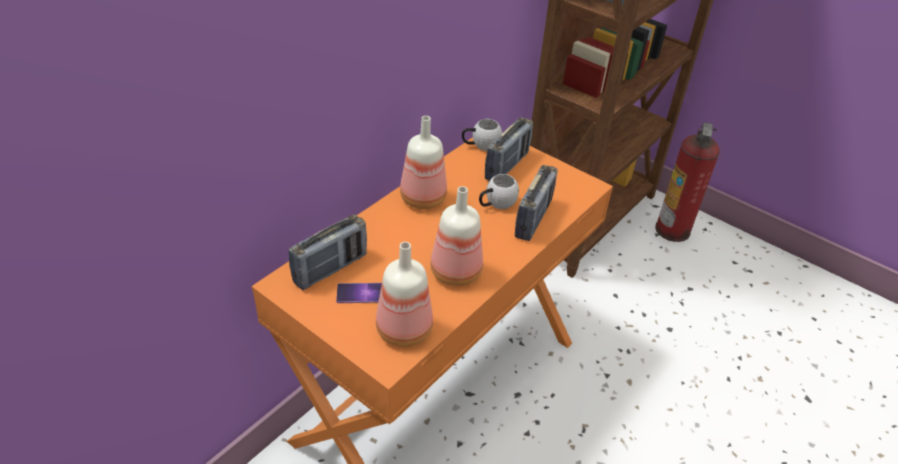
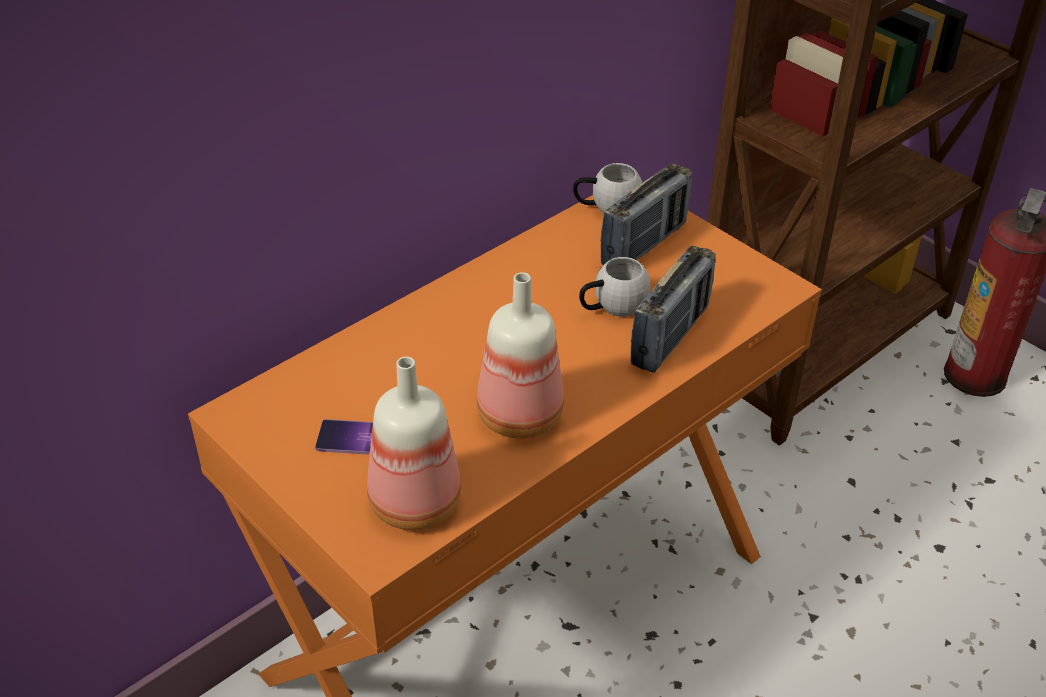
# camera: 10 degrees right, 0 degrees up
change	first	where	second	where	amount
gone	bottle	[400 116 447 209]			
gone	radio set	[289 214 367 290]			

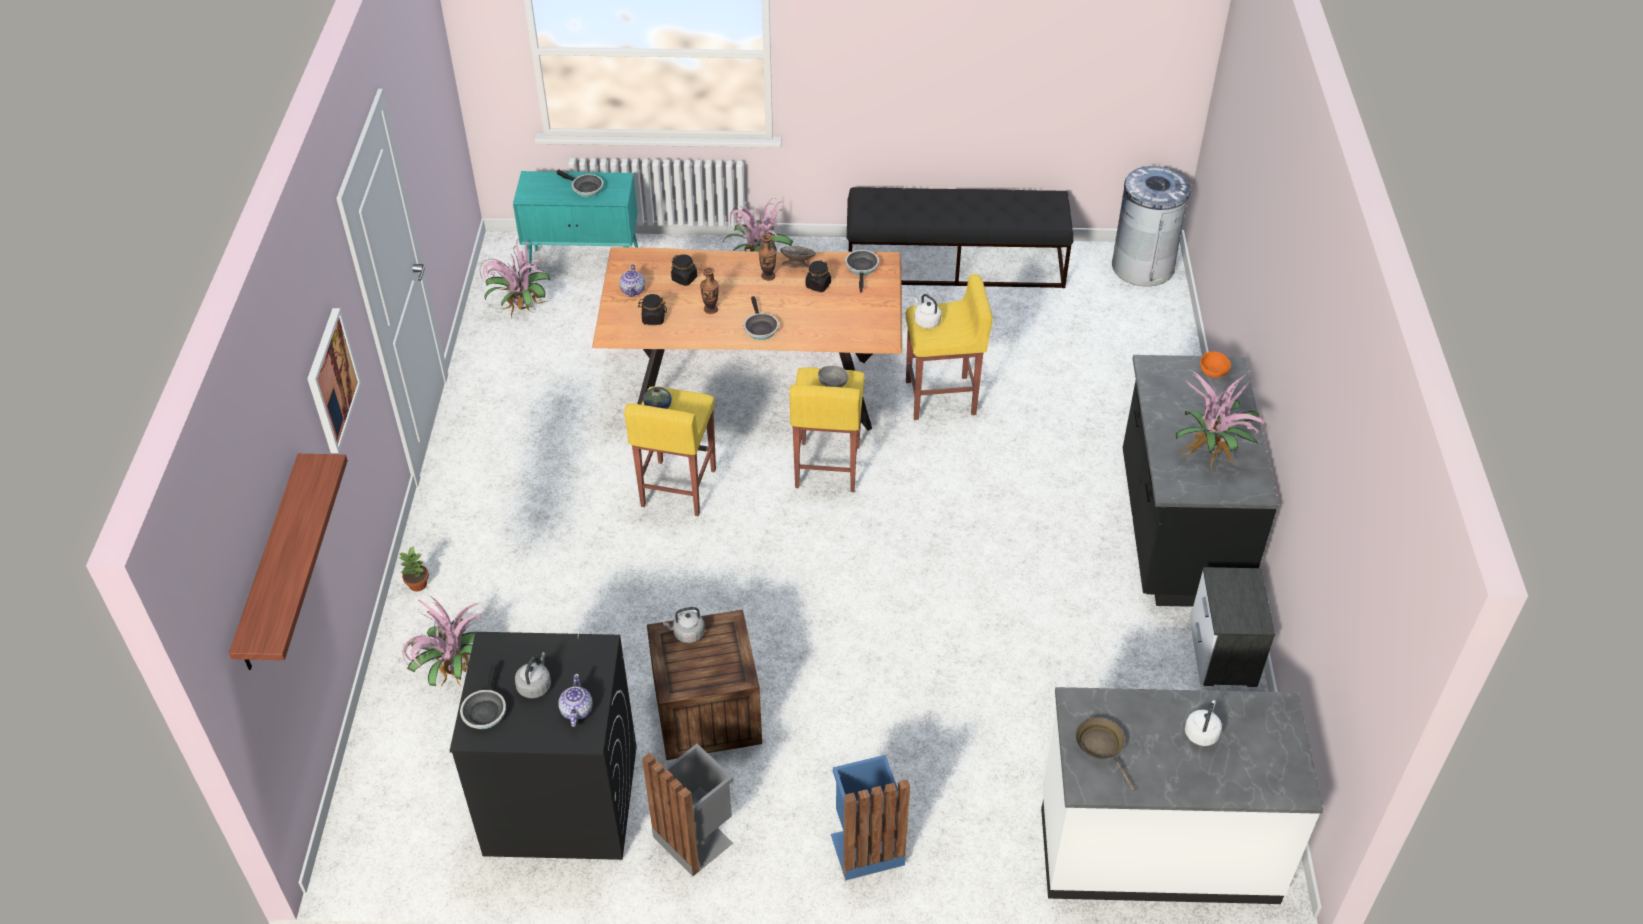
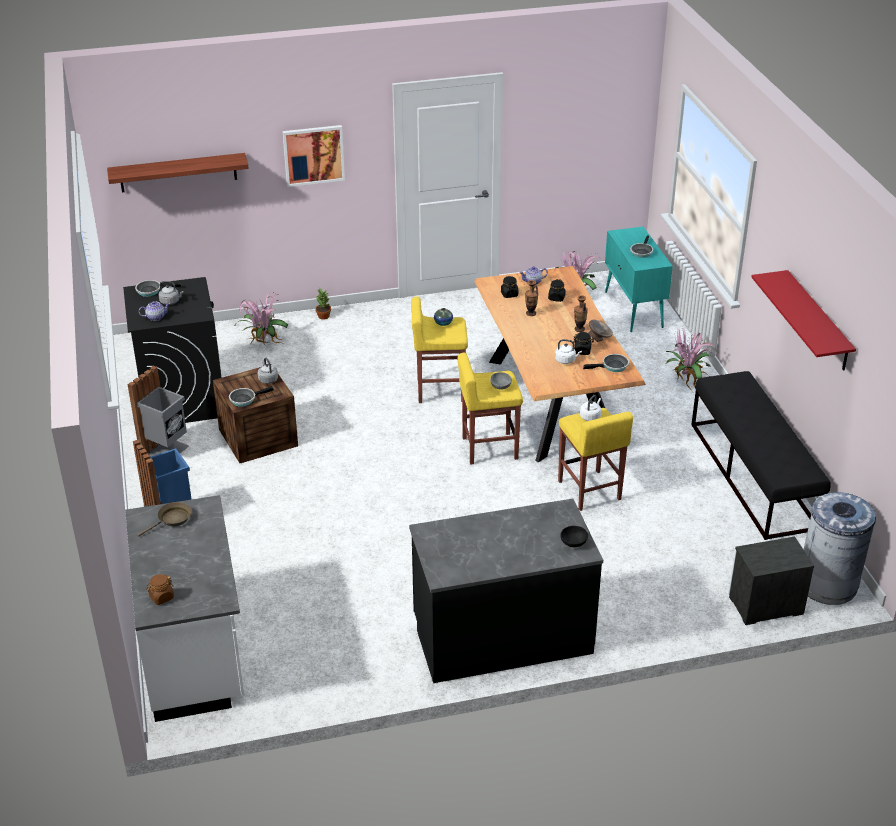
# camera: 75 degrees right, 10 degrees down
change	first	where	second	where	amount
shifted	pan	[744 296 779 340]		[229 386 274 407]	
repainted	serving bowl (orange-coloured)	[1200 352 1231 378]	serving bowl (black-coloured)	[561 526 588 547]	
gone	potted plant	[1176 367 1267 472]			
shifted	night table	[1190 567 1275 687]		[728 537 814 625]	
shifted	kettle (whitish)	[1185 700 1222 746]		[555 339 582 364]	
new			shelf (reddish)	[751 270 856 371]	
new			storage jar (brown)	[146 574 174 605]	

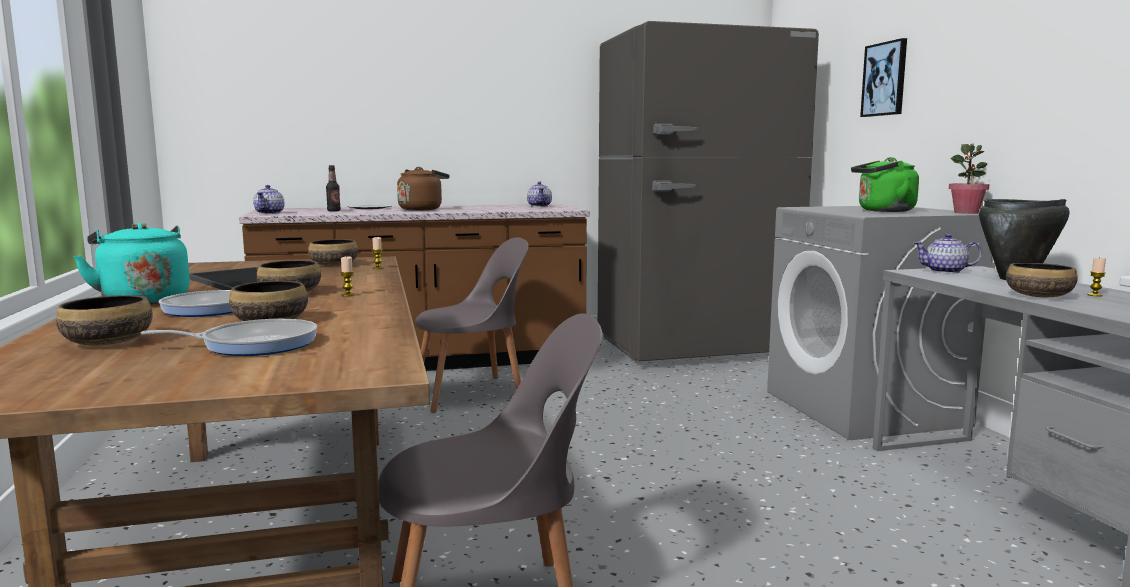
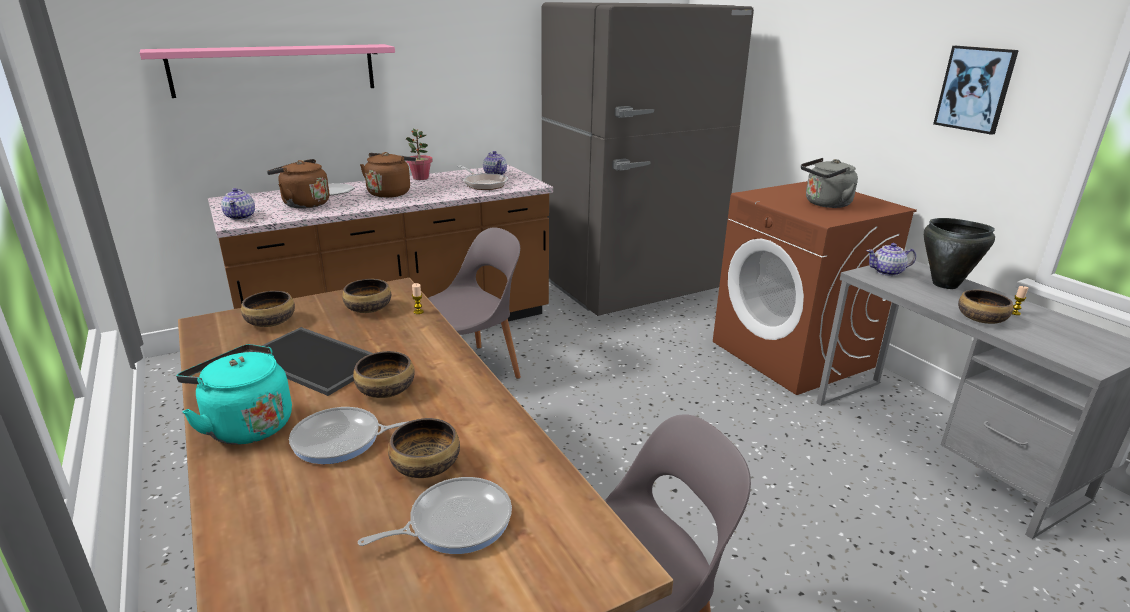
# camera: 15 degrees left, 15 degrees up
change	first	where	second	where	amount
shifted	wall picture	[860 38 907 117]		[933 46 1019 135]	
shifted	potted plant	[949 143 989 214]		[406 129 433 180]	
repainted	kettle (green)	[851 157 919 212]	kettle (grey)	[801 158 858 208]	
swapped	bottle	[326 165 341 212]	kettle (brown)	[267 159 329 209]	
repainted	washing machine (grey)	[767 206 992 440]	washing machine (brown)	[713 181 917 395]	
gone	wax light	[340 256 355 297]			
shifted	serving bowl	[56 295 153 345]		[241 291 295 327]	
new			shelf (pink-coloured)	[140 44 395 98]	
new			pan	[457 165 508 190]	

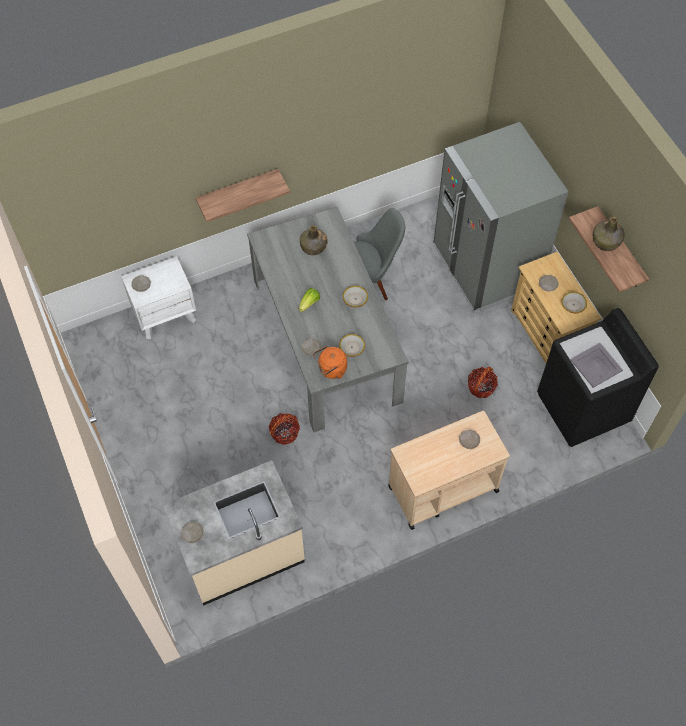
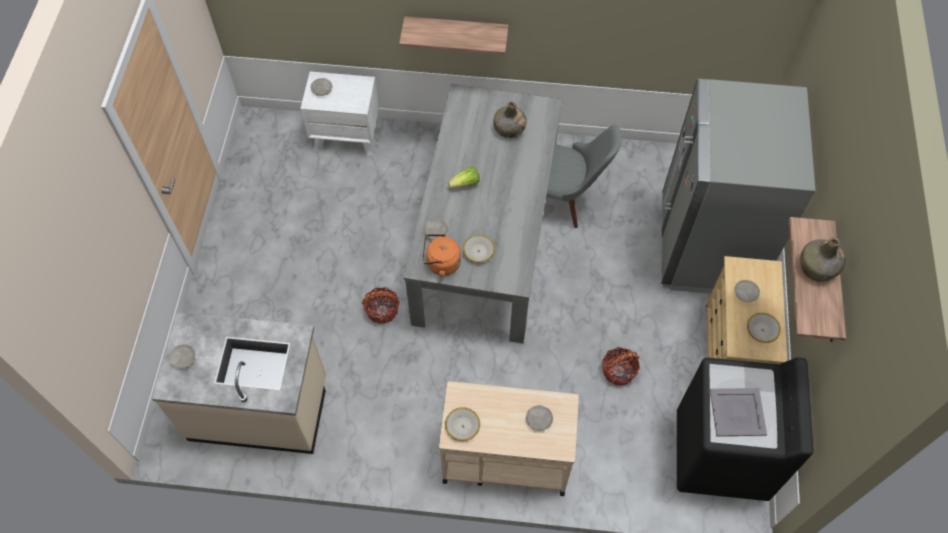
# camera: 30 degrees right, 0 degrees up
change	first	where	second	where	amount
shifted	serving bowl	[343 286 368 307]		[445 407 480 441]	

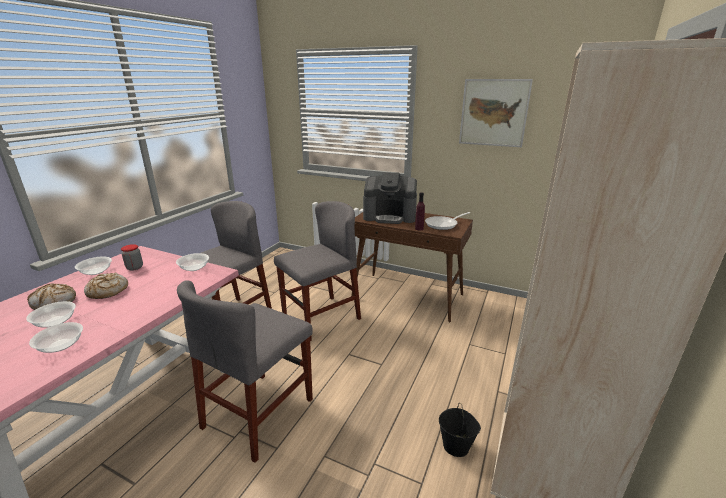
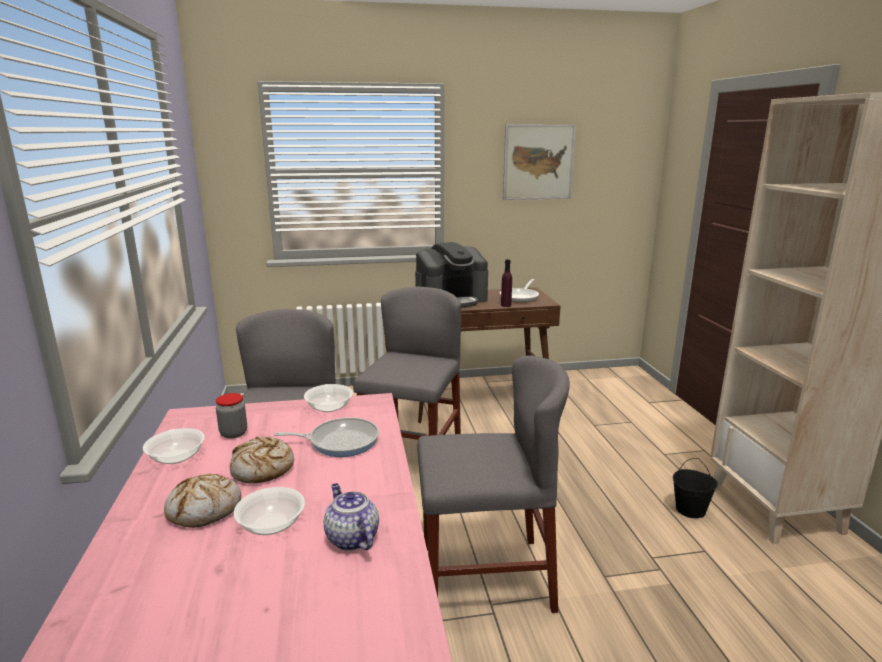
# camera: 35 degrees left, 5 degrees down
change	first	where	second	where	amount
rotated	upright chair (grey)	[177 280 313 463]		[417 355 570 613]	90 degrees counterclockwise
swapped	serving bowl	[29 322 83 353]	pot for tea	[324 483 379 551]	
new			pan	[274 417 379 457]	

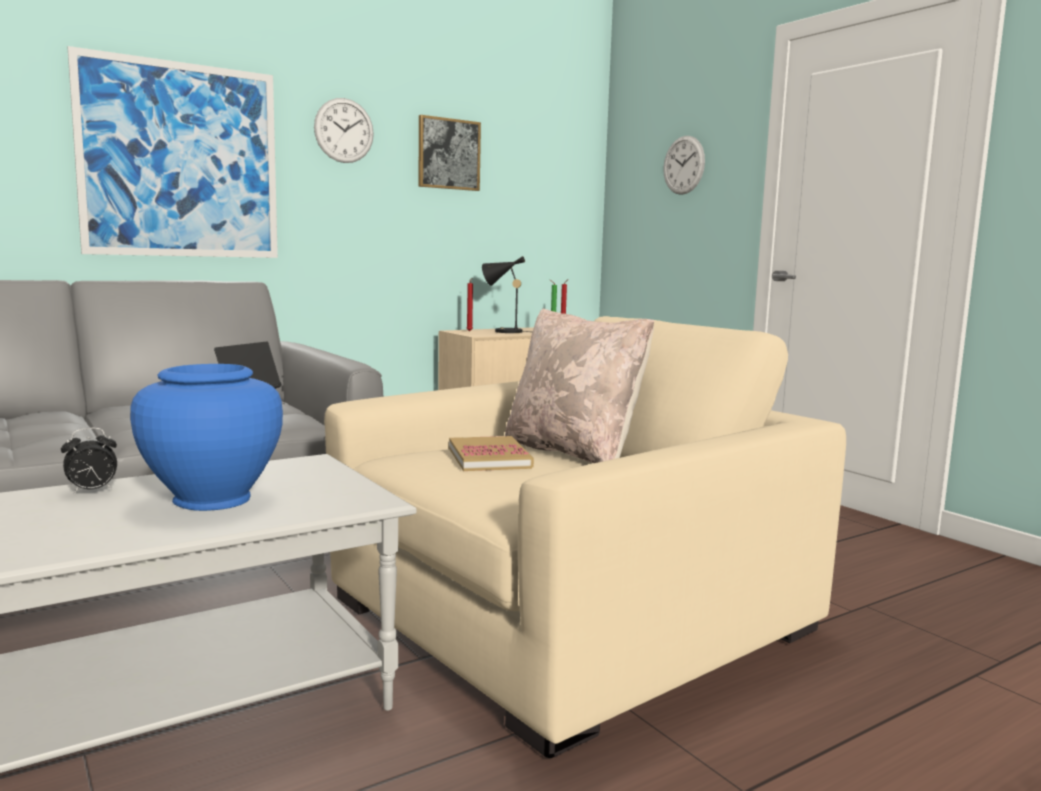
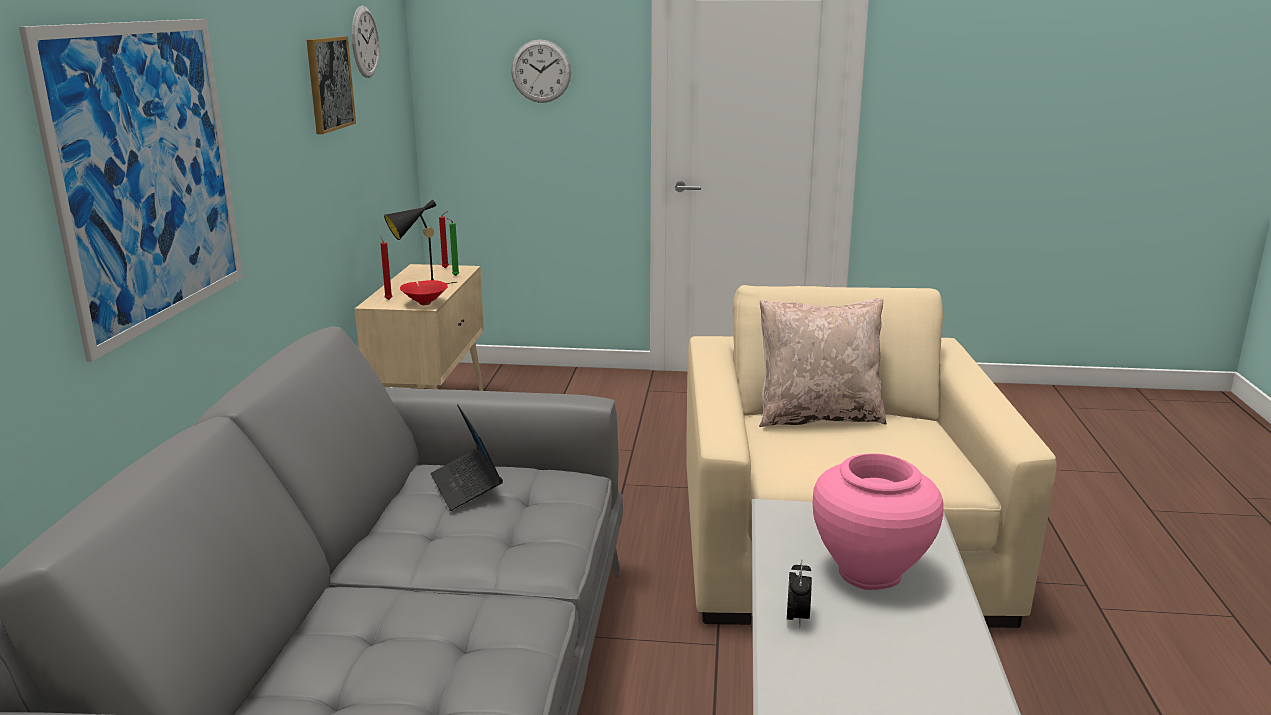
# camera: 50 degrees left, 10 degrees up
change	first	where	second	where	amount
shifted	wall clock	[314 98 374 163]		[352 6 379 78]	
repainted	flower vase (blue)	[130 364 283 511]	flower vase (pink-coloured)	[813 454 944 590]	
gone	bound book	[449 436 534 471]			
new			serving bowl (reddish)	[400 280 448 305]	

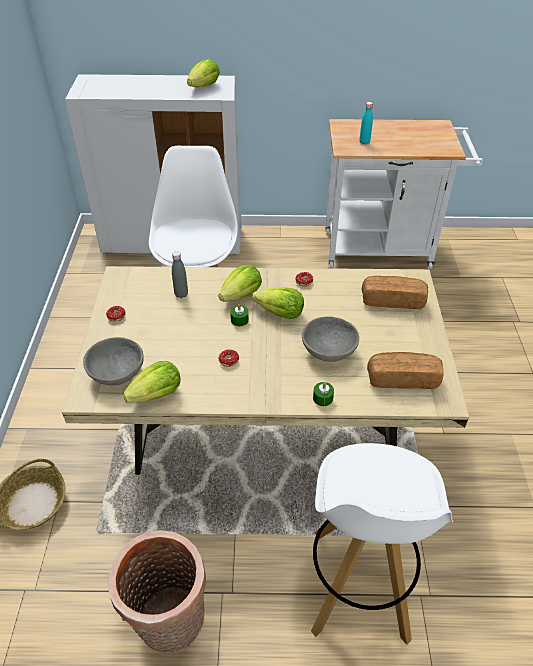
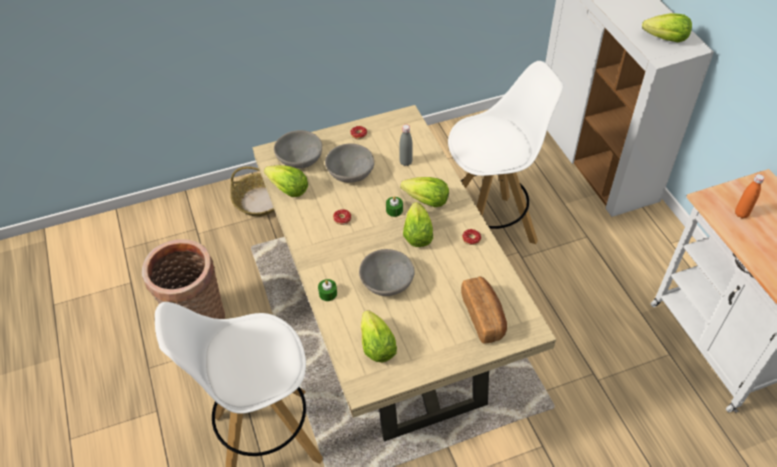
# camera: 70 degrees right, 5 degrees up
change	first	where	second	where	amount
repainted	bottle (blue-green)	[360 102 373 144]	bottle (orange-coloured)	[735 174 764 218]	
swapped	bakery bread	[367 352 443 389]	head of lettuce	[361 310 397 362]	
new			serving bowl (grey)	[325 143 374 183]	

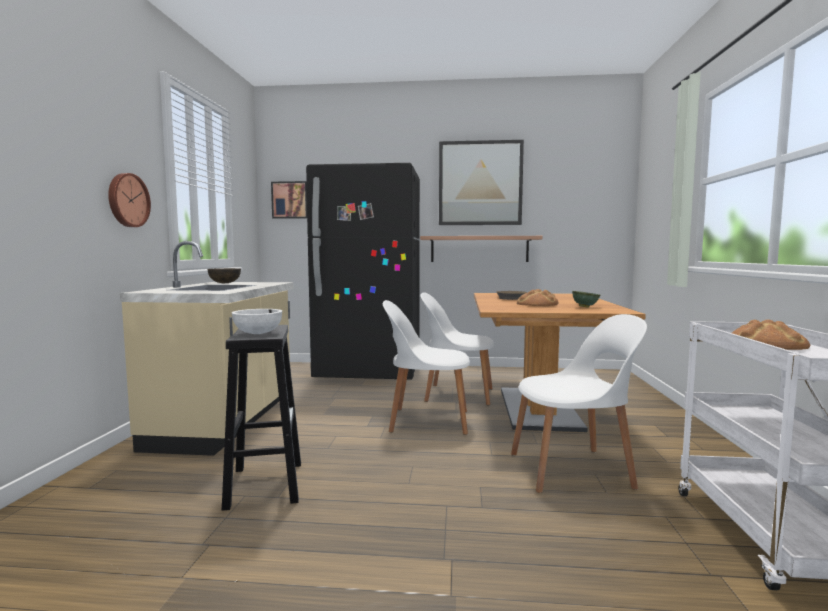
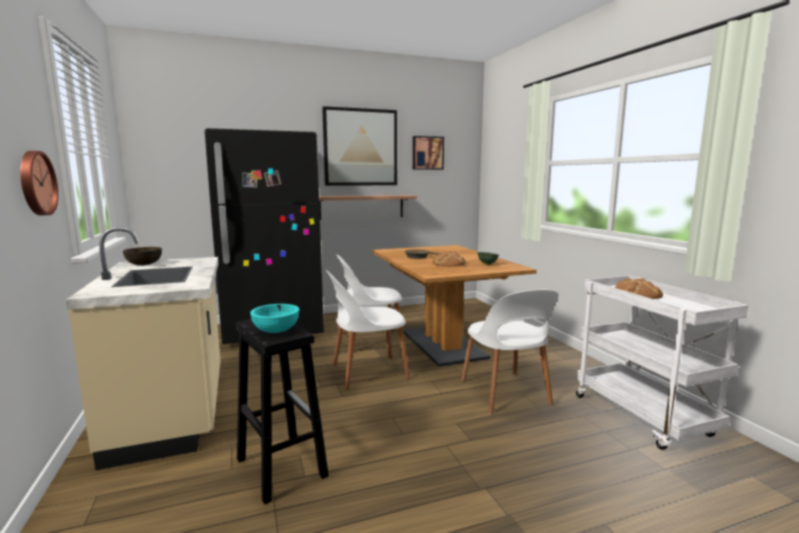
# camera: 25 degrees left, 5 degrees up
change	first	where	second	where	amount
shifted	wall picture	[271 181 307 219]		[413 136 444 170]	
repainted	serving bowl (whitish)	[232 309 282 334]	serving bowl (blue-green)	[250 304 299 333]	
rotated	upright chair (whitish)	[511 314 647 493]		[461 290 559 414]	105 degrees clockwise

